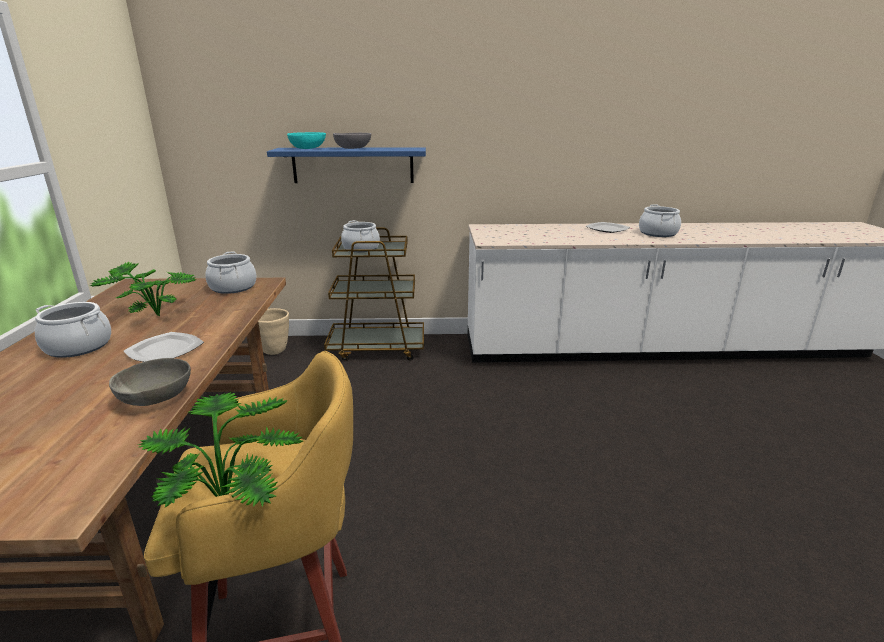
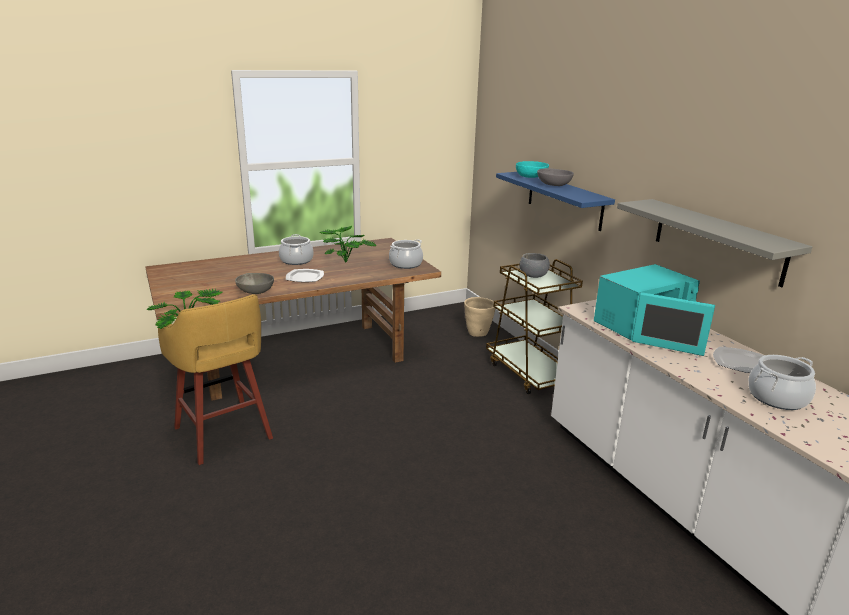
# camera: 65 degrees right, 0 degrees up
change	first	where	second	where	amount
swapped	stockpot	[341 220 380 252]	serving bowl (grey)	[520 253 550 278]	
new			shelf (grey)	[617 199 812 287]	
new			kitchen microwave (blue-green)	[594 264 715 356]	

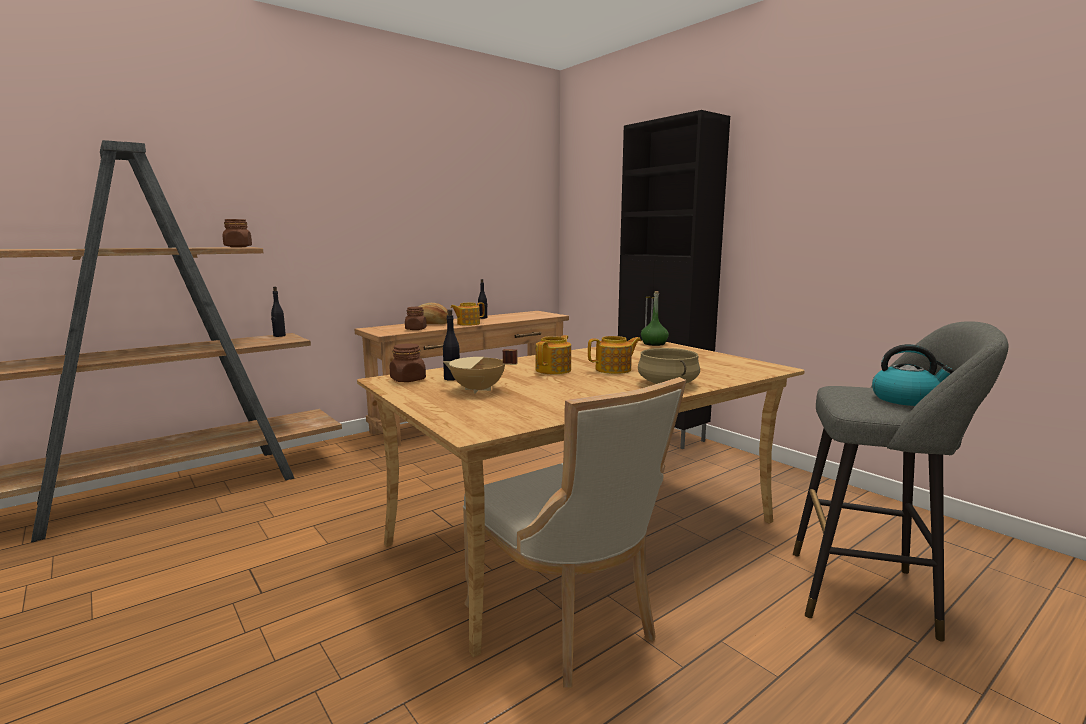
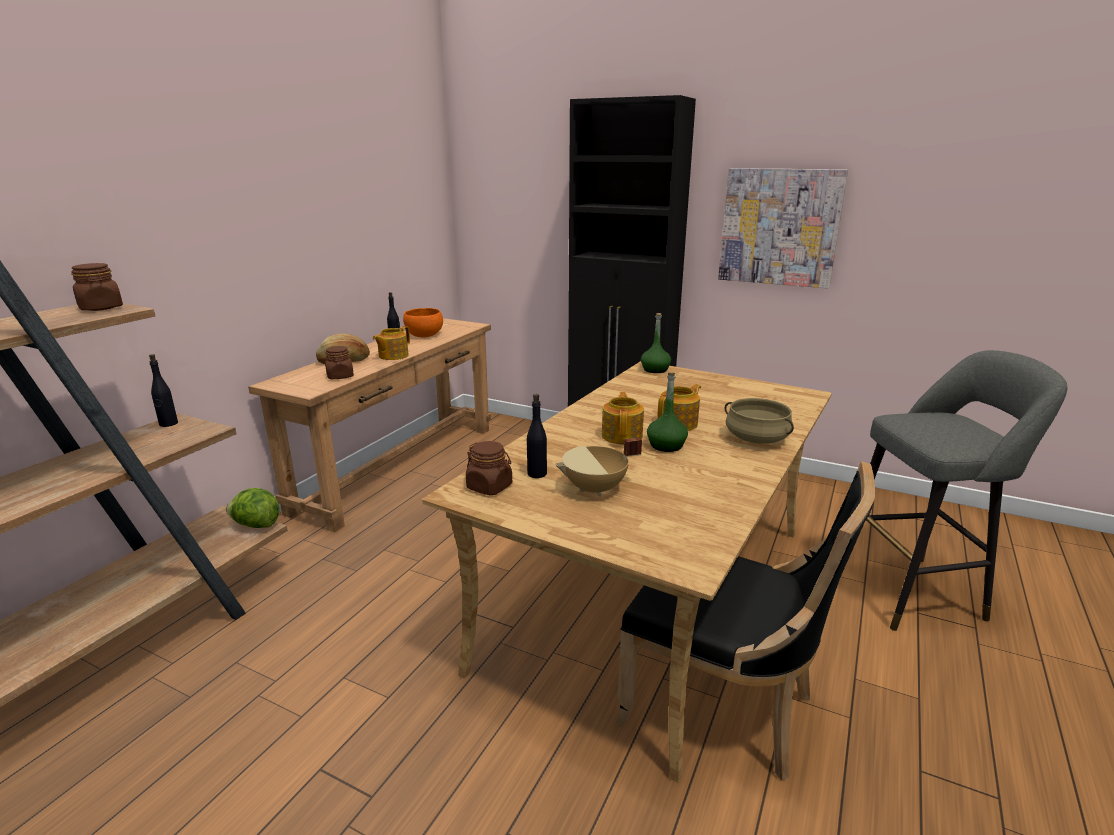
# camera: 25 degrees left, 10 degrees up
change	first	where	second	where	amount
gone	kettle	[872 344 954 406]			
repainted	upright chair (beige-coloured)	[463 377 686 688]	upright chair (black-coloured)	[615 461 875 781]	
new			wall picture	[718 168 848 289]	
new			serving bowl (orange-coloured)	[403 308 443 337]	
new			bottle (green)	[647 372 688 452]	
new			head of lettuce	[226 488 279 528]	

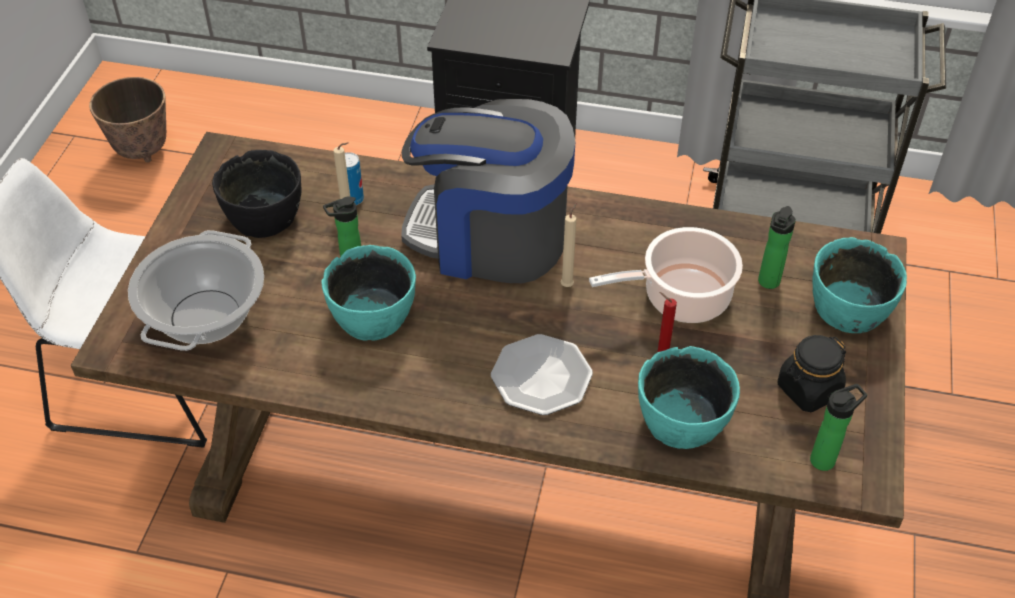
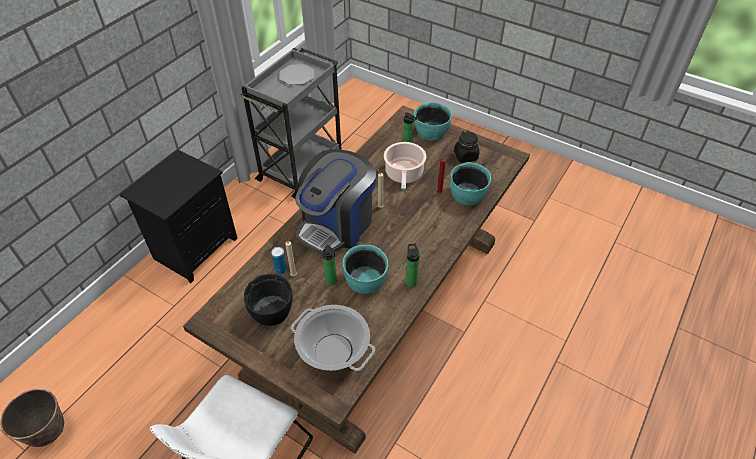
# camera: 70 degrees left, 0 degrees up
change	first	where	second	where	amount
shifted	plate	[491 334 593 415]		[279 64 314 85]	
shifted	bottle	[810 384 867 471]		[406 244 420 287]	

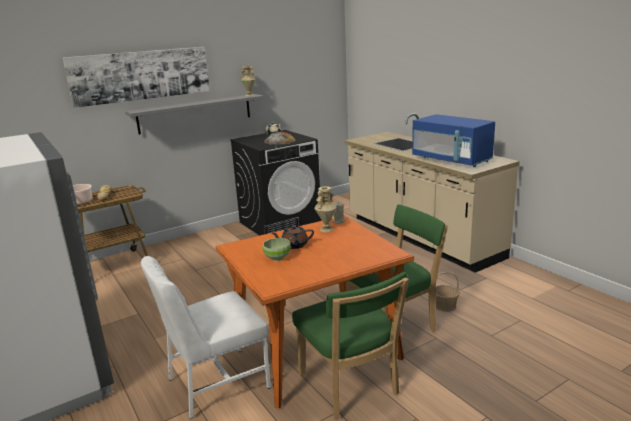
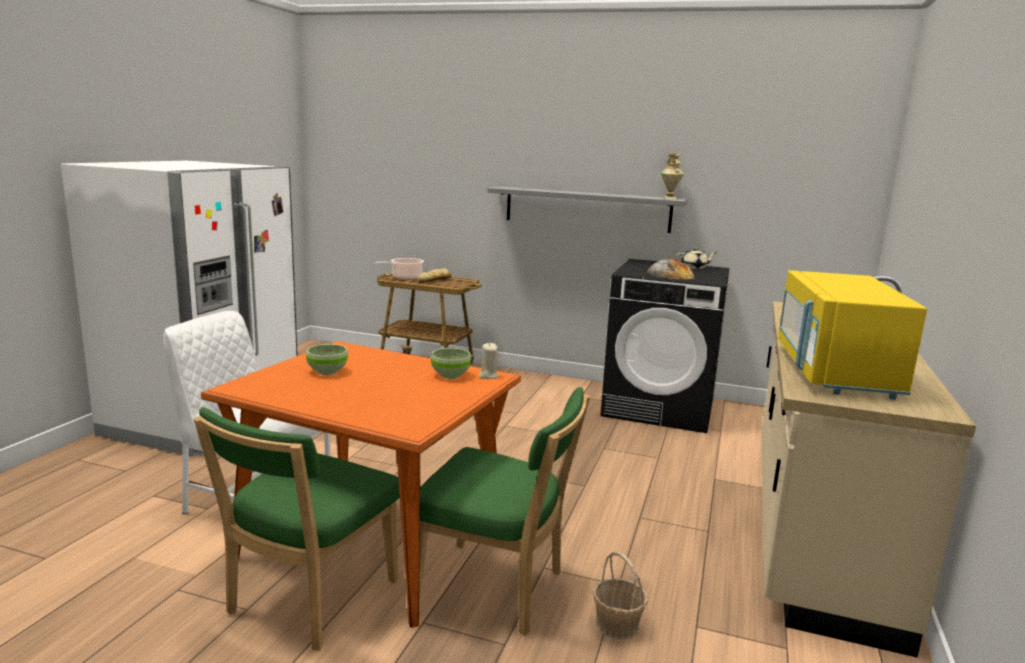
# camera: 50 degrees right, 5 degrees down
change	first	where	second	where	amount
gone	wall picture	[63 47 210 108]			
repainted	kitchen microwave (blue)	[412 114 495 167]	kitchen microwave (yellow)	[778 270 927 400]	
swapped	flower vase (beige-coloured)	[315 186 336 232]	serving bowl (green)	[431 348 471 379]	
gone	pot for tea (brown)	[271 225 314 249]			

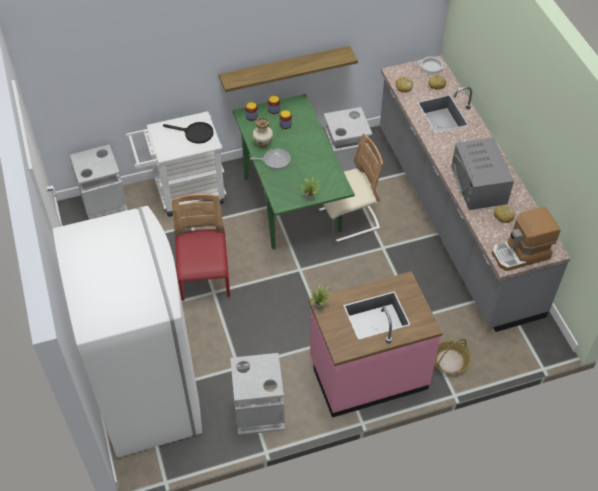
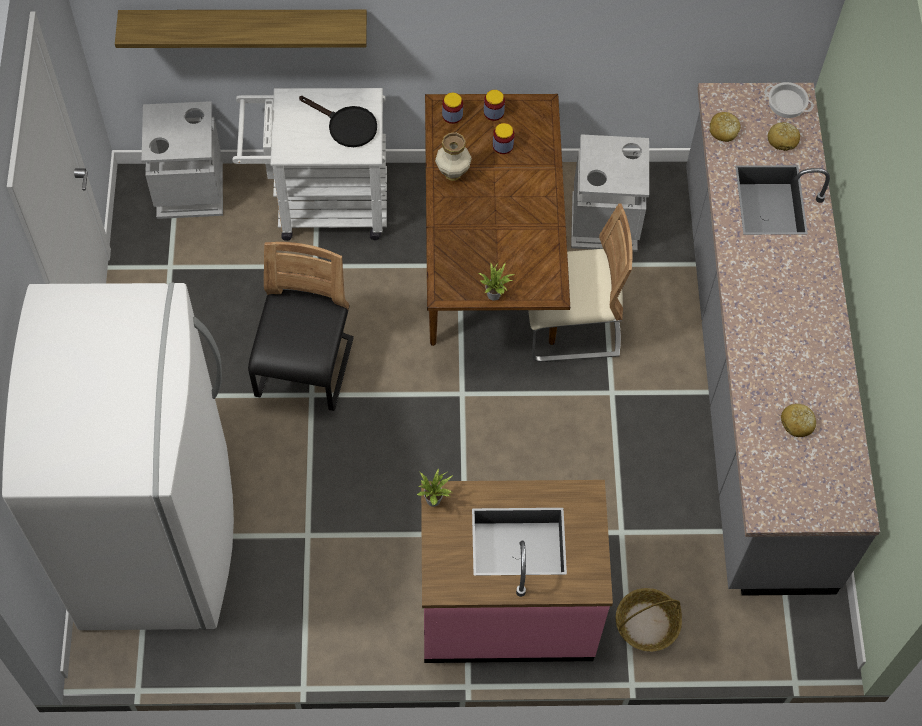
# camera: 15 degrees right, 10 degrees up
change	first	where	second	where	amount
shifted	shelf	[219 46 358 92]		[115 10 367 48]	
repainted	kitchen table (green)	[233 94 355 249]	kitchen table (brown)	[425 94 570 346]	
gone	kitchen microwave (grey)	[451 138 514 210]			
gone	pan	[250 148 291 170]			
repainted	upright chair (reddish)	[172 194 230 301]	upright chair (black-coloured)	[248 242 354 411]	
gone	coffee brewer	[492 207 560 271]			
gone	rubbish bin (grey)	[230 353 285 435]			

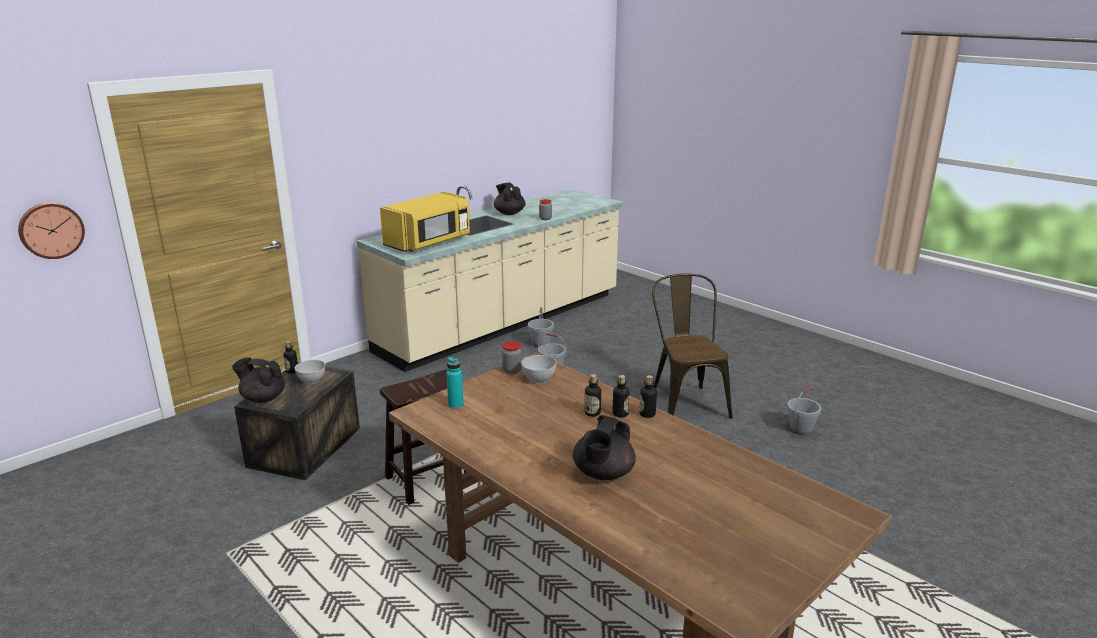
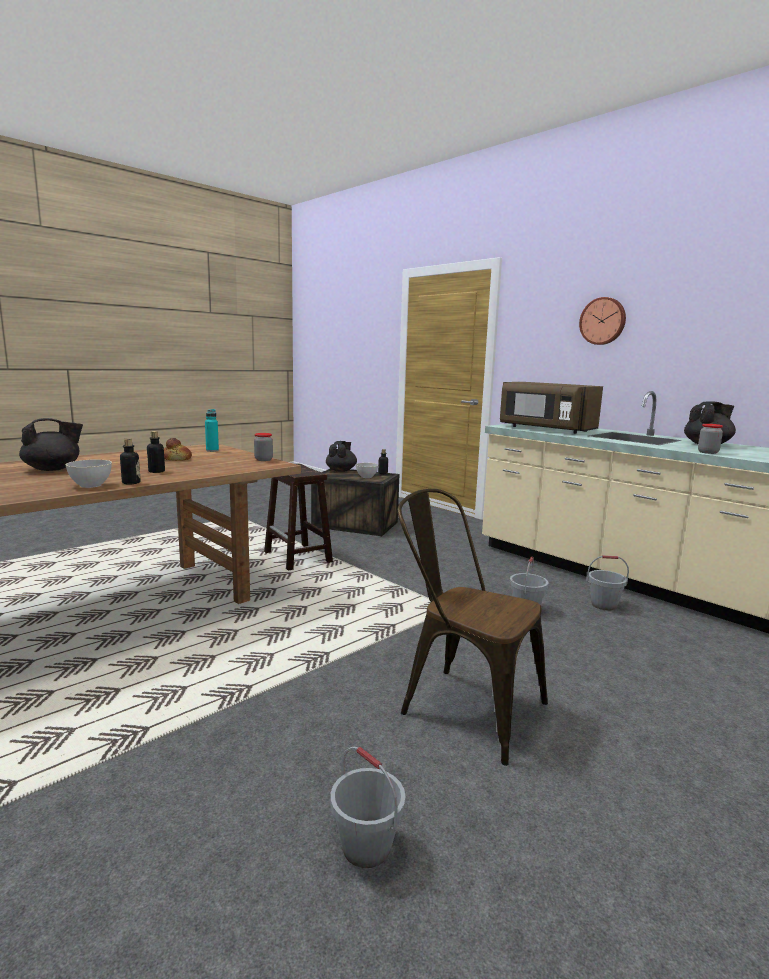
# camera: 90 degrees right, 10 degrees down
change	first	where	second	where	amount
repainted	kitchen microwave (yellow)	[380 192 470 252]	kitchen microwave (brown)	[500 382 603 434]	
shifted	wall clock	[18 203 85 259]		[579 297 626 345]	
rotated	upright chair (brown)	[652 273 733 419]		[397 489 548 766]	135 degrees counterclockwise
shifted	serving bowl (grey)	[521 355 557 384]		[65 459 112 488]	
gone	bottle	[612 375 630 417]			
rotated	pot for tea (black-coloured)	[573 415 636 480]		[19 418 83 471]	120 degrees clockwise
new			bakery bread	[164 438 192 461]	

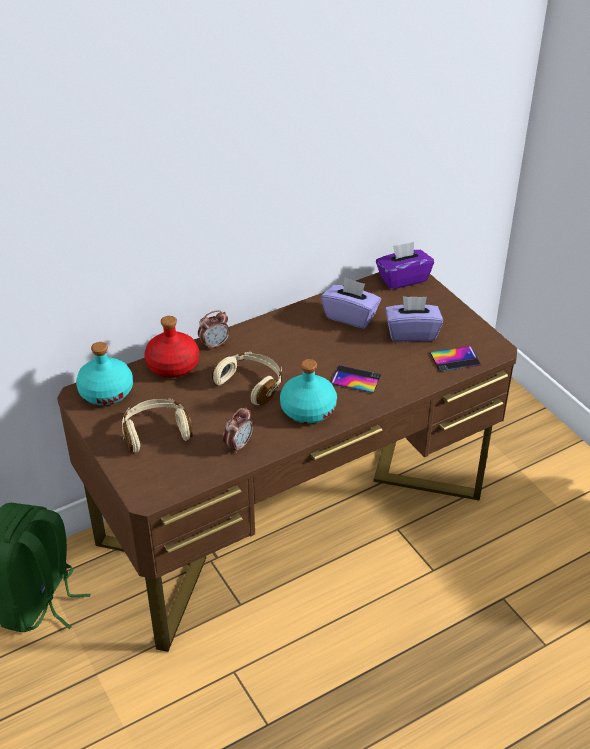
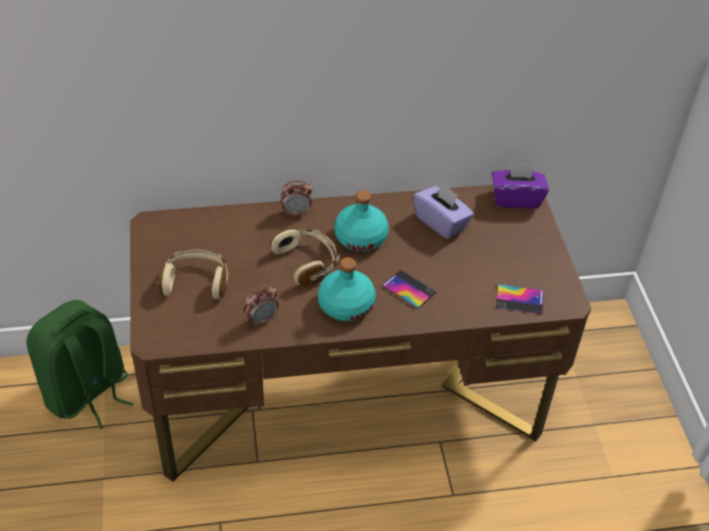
# camera: 20 degrees right, 5 degrees up
change	first	where	second	where	amount
gone	tissue holder (purple)	[385 296 443 342]			
gone	bottle (reddish)	[144 316 199 378]			
shifted	bottle (blue-green)	[76 342 133 405]		[334 190 389 252]	

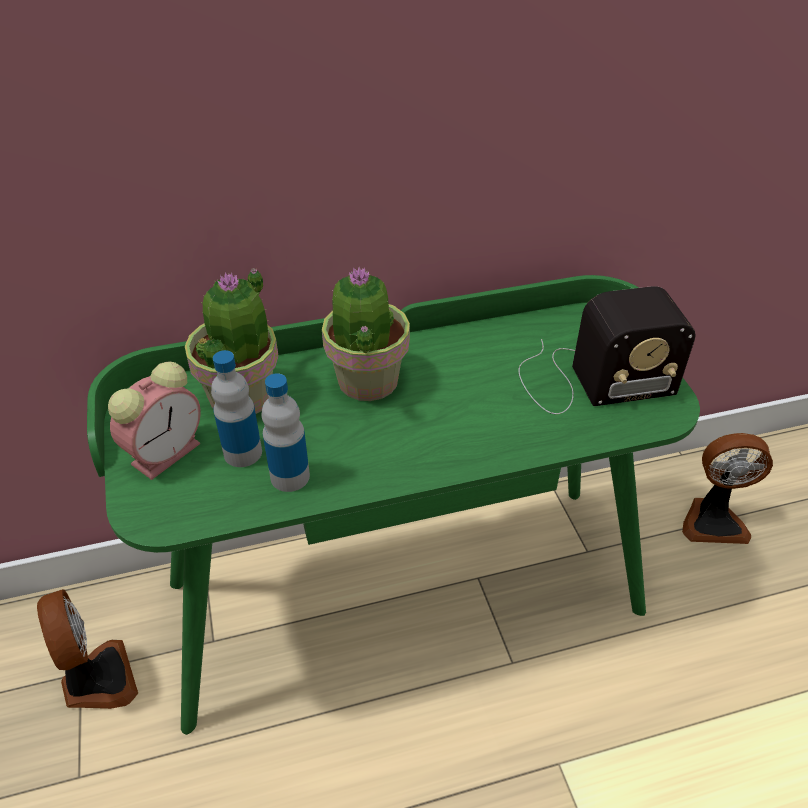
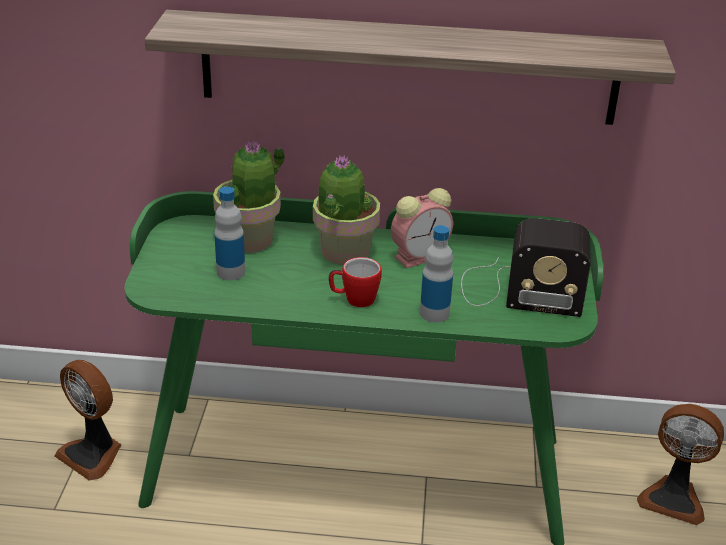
# camera: 20 degrees right, 10 degrees down
change	first	where	second	where	amount
shifted	bedside clock	[108 361 201 480]		[391 188 453 268]	
shifted	bottle	[261 373 310 492]		[420 225 453 323]	
rotated	cooling fan	[37 589 138 709]		[55 360 121 481]	135 degrees clockwise
new			shelf	[145 10 676 125]	
new			tea mug	[329 257 382 307]	

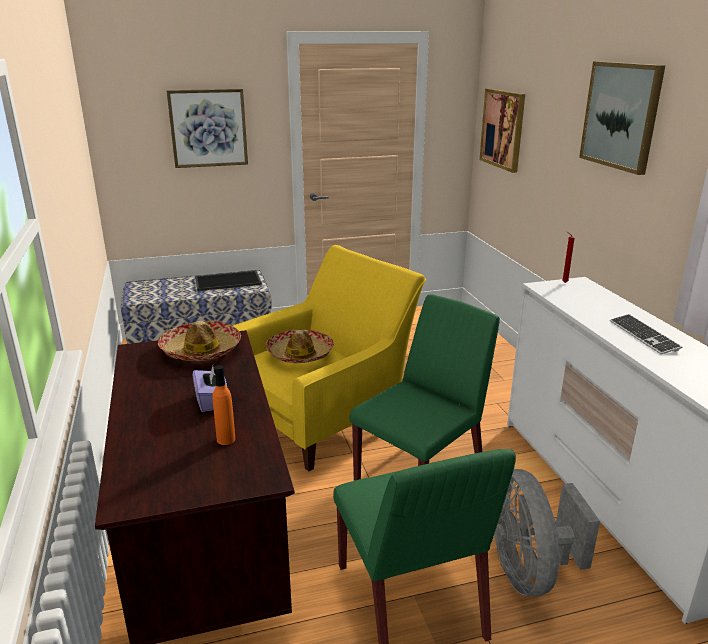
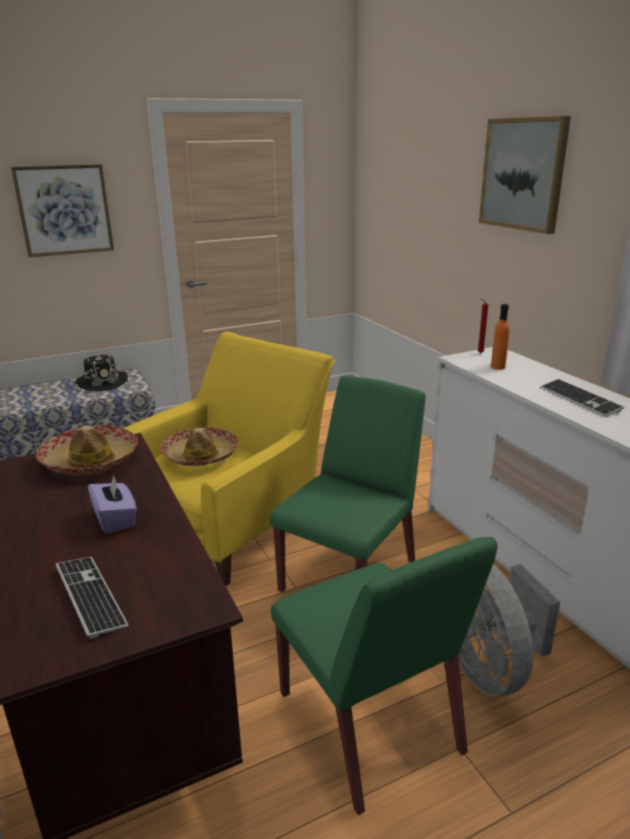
# camera: 10 degrees left, 0 degrees up
change	first	where	second	where	amount
gone	wall picture	[480 89 525 173]			
swapped	tray	[195 271 262 291]	clothing hat (black-coloured)	[75 355 128 391]	
shifted	bottle (orange-coloured)	[213 365 235 445]		[491 304 510 370]	
new			PC keyboard	[56 557 128 639]	

